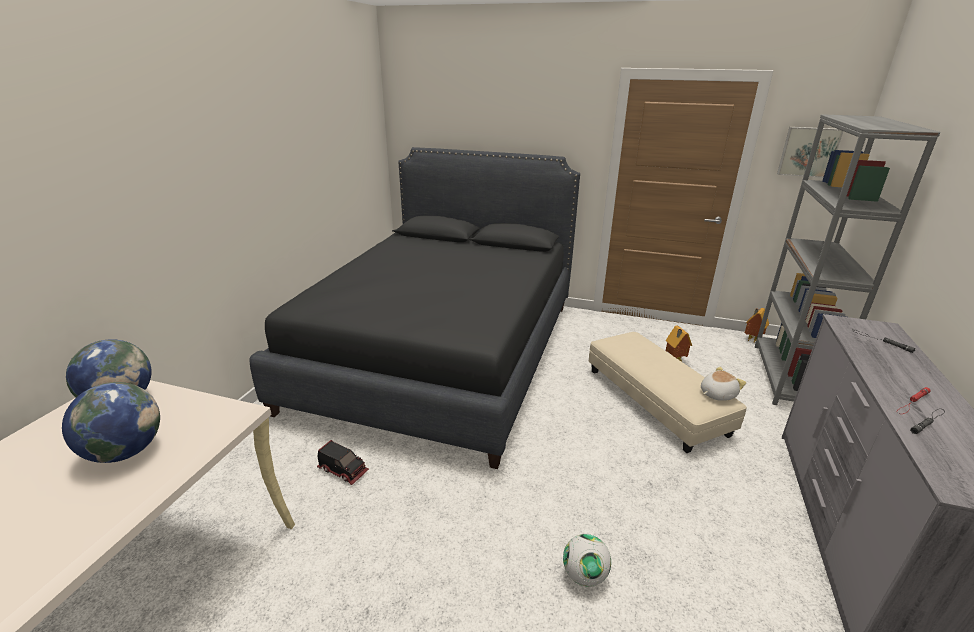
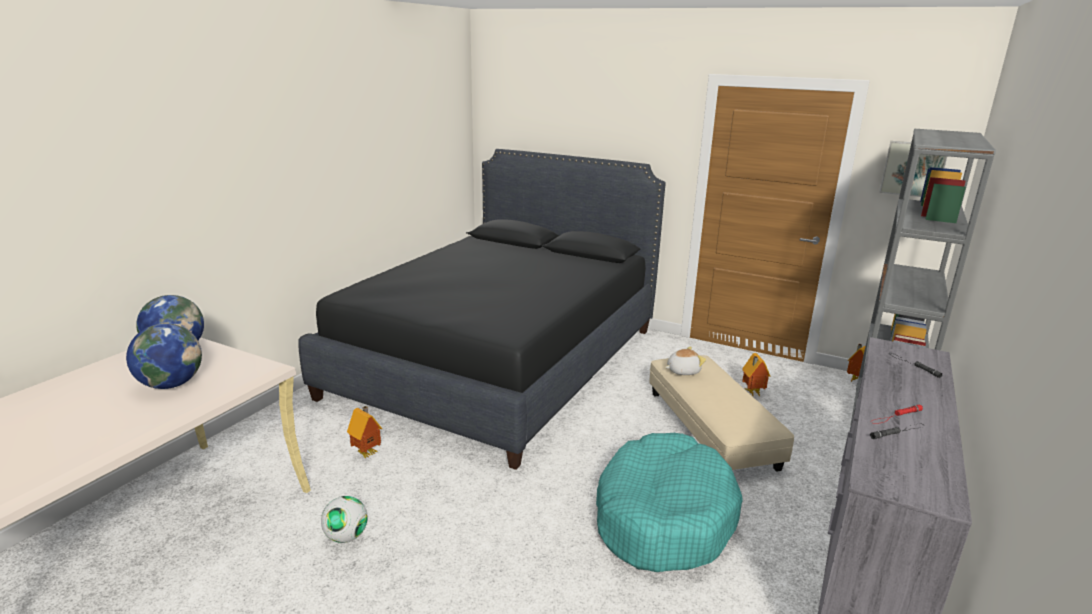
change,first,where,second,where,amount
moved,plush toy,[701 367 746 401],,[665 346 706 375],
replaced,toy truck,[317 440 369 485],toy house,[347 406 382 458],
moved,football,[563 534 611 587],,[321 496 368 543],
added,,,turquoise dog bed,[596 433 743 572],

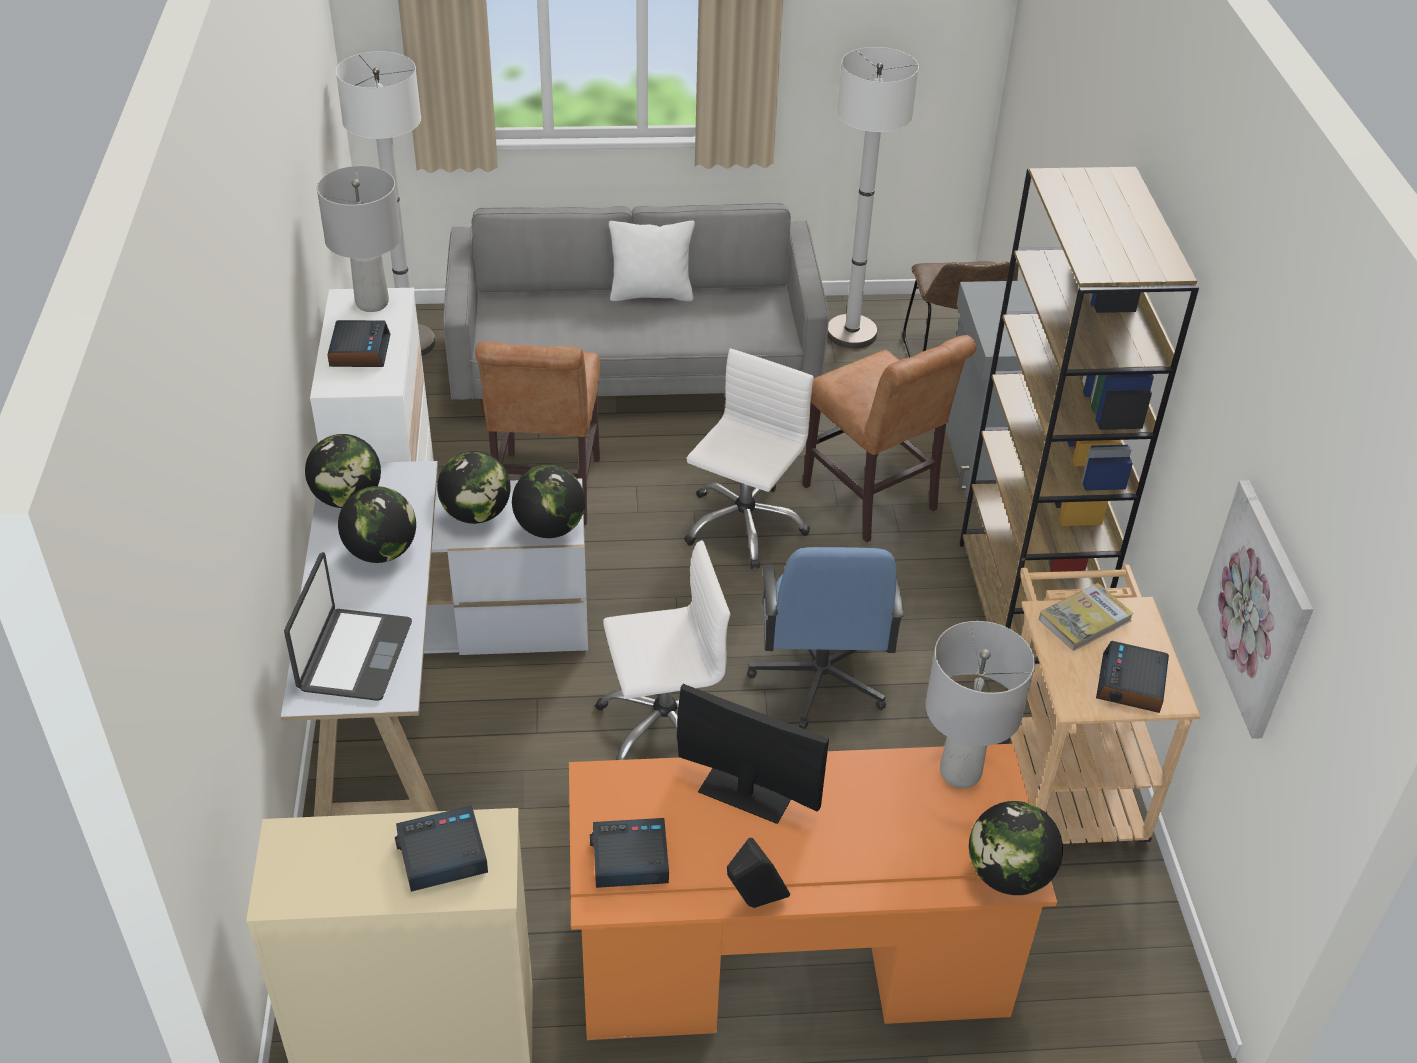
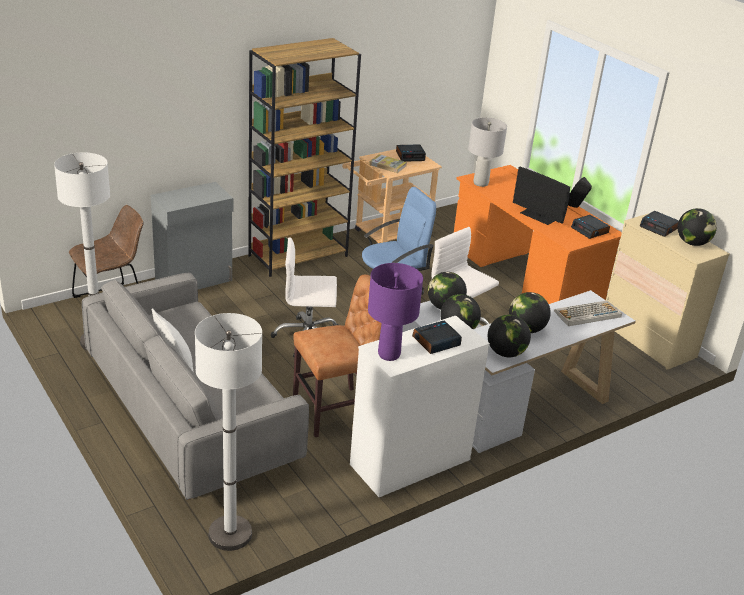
change,first,where,second,where,amount
recoloured,grey table lamp,[317 166 401 312],purple table lamp,[368 263 423 361],
removed,brown chair,[802 335 976 542],,,
removed,picture,[1197 480 1313 739],,,
replaced,laptop,[284 552 412 701],keyboard,[554 300 622 326],
turned,monitor,[677 684 829 824],,[513 167 570 225],45 degrees counterclockwise
moved,globe,[969 801 1063 895],,[677 208 717 246],

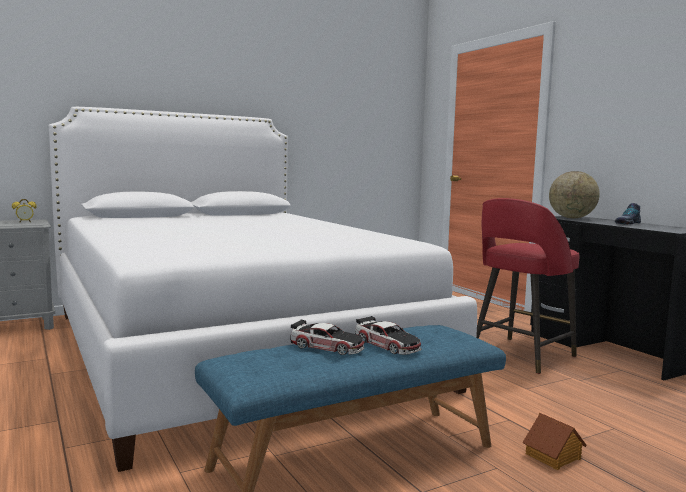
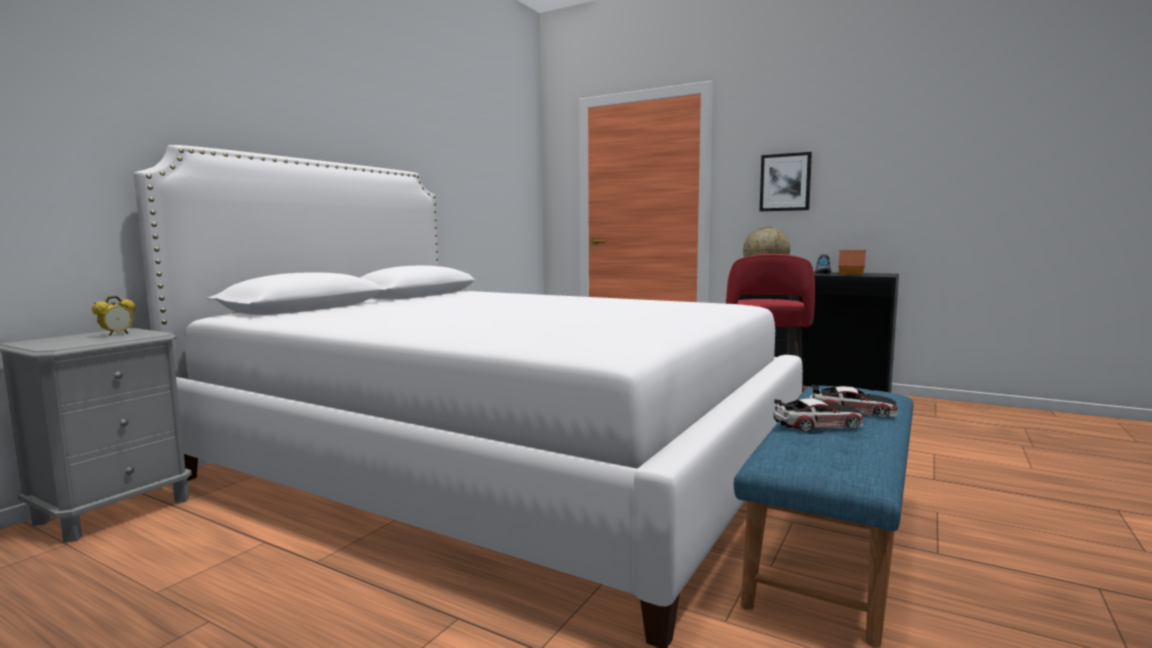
change,first,where,second,where,amount
moved,toy house,[523 413 586 470],,[838 250 866 275],
added,,,picture,[760 152 812 211],

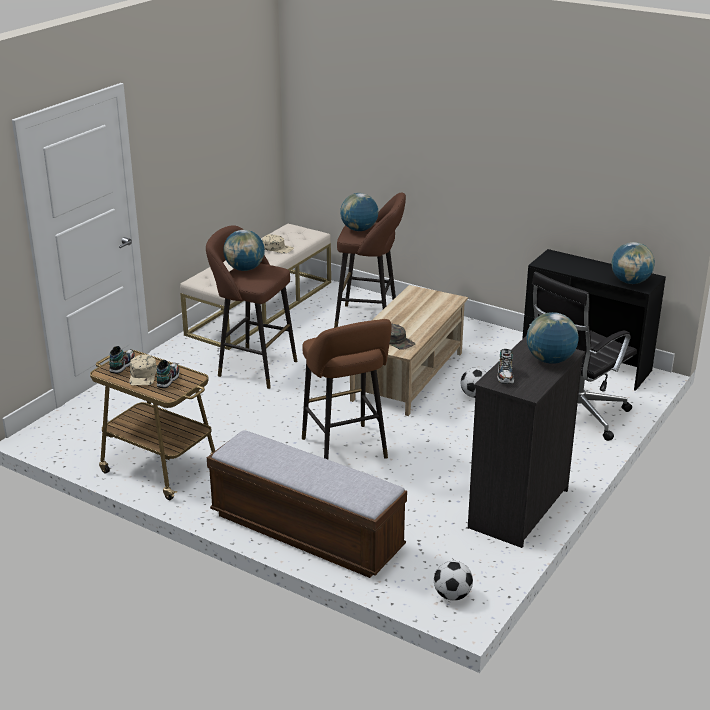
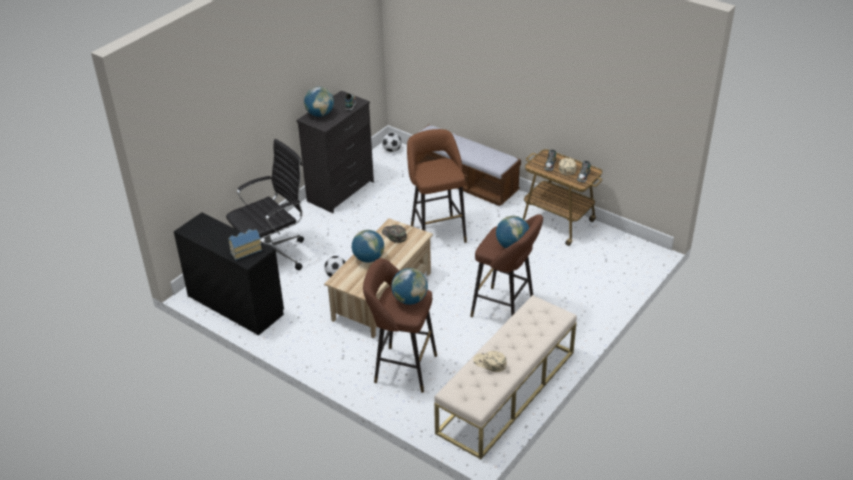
change,first,where,second,where,amount
moved,globe,[612 242 655 284],,[352 230 384 263],
added,,,toy house,[228 229 262 260],

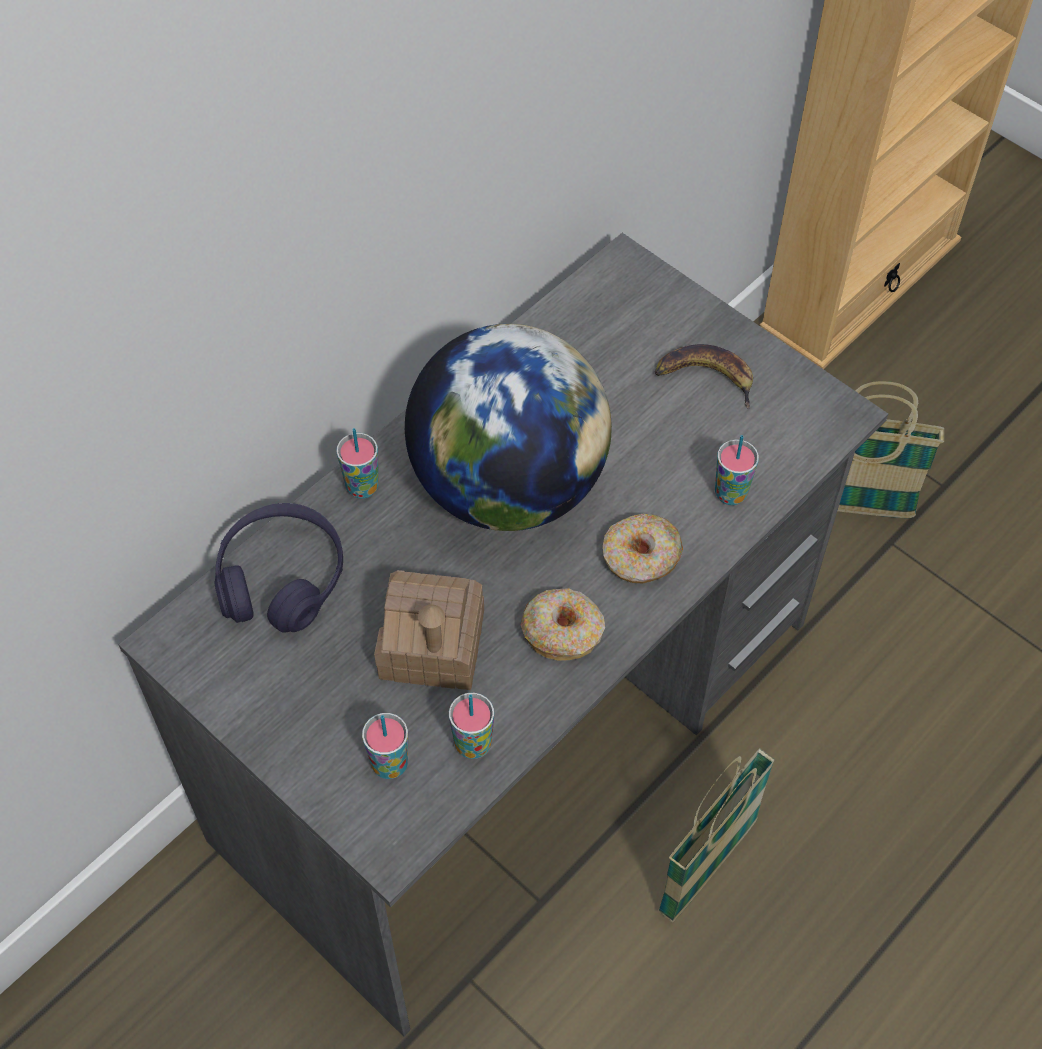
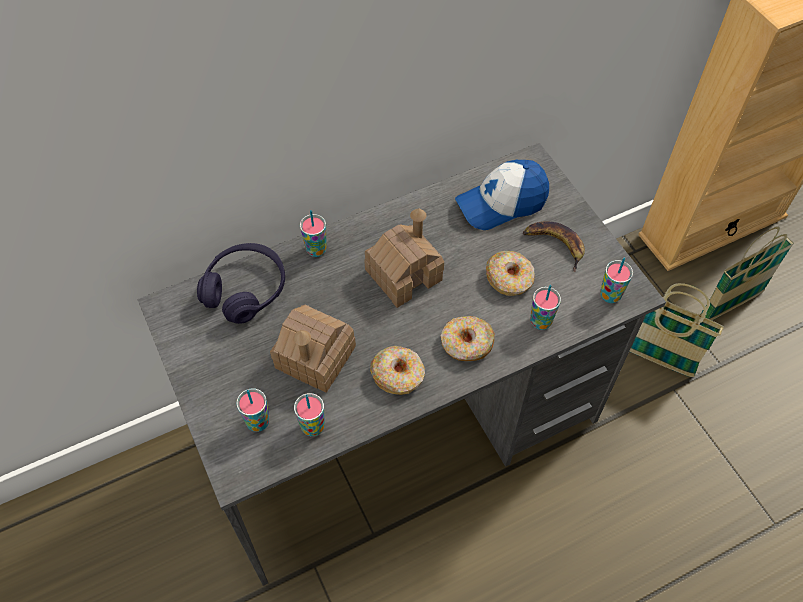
change,first,where,second,where,amount
replaced,globe,[405 324 612 531],toy house,[364 208 444 308],
moved,basket,[658 749 775 922],,[700 227 794 320],
added,,,cap,[455 160 549 230],
added,,,donut,[486 250 535 296],
added,,,cup,[600 257 633 303],

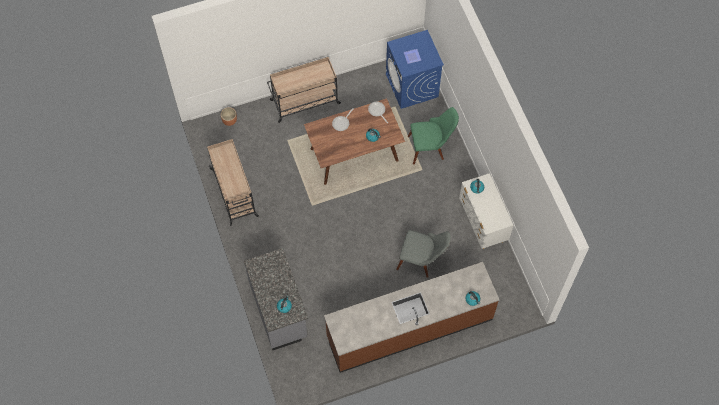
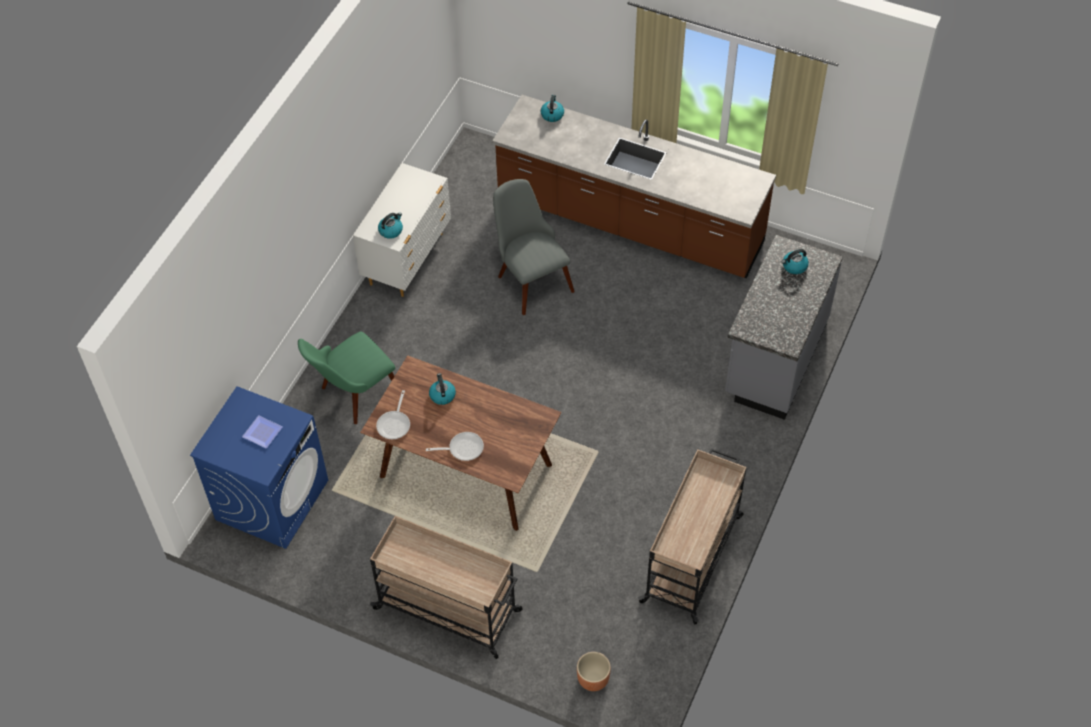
change,first,where,second,where,amount
turned,green chair,[408 107 459 164],,[298 332 395 424],75 degrees counterclockwise

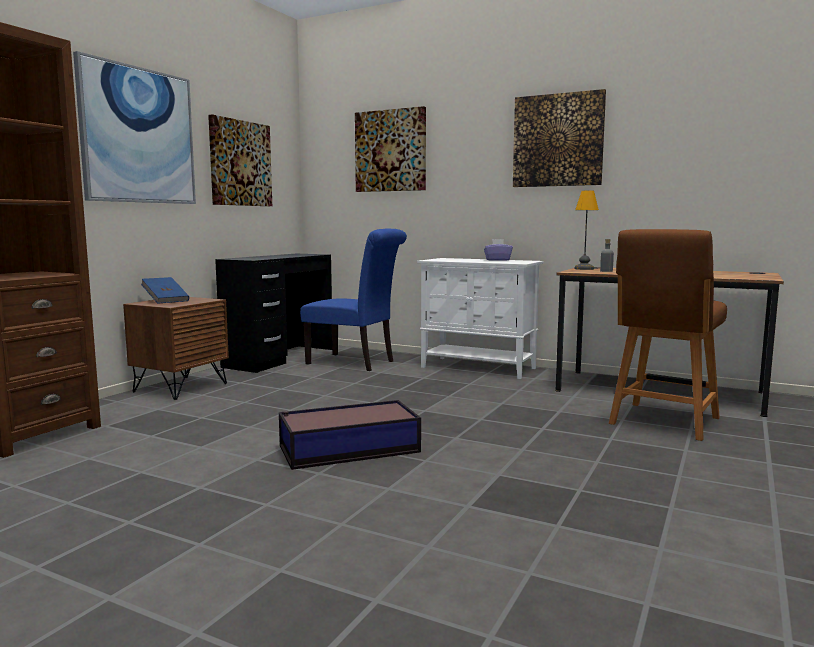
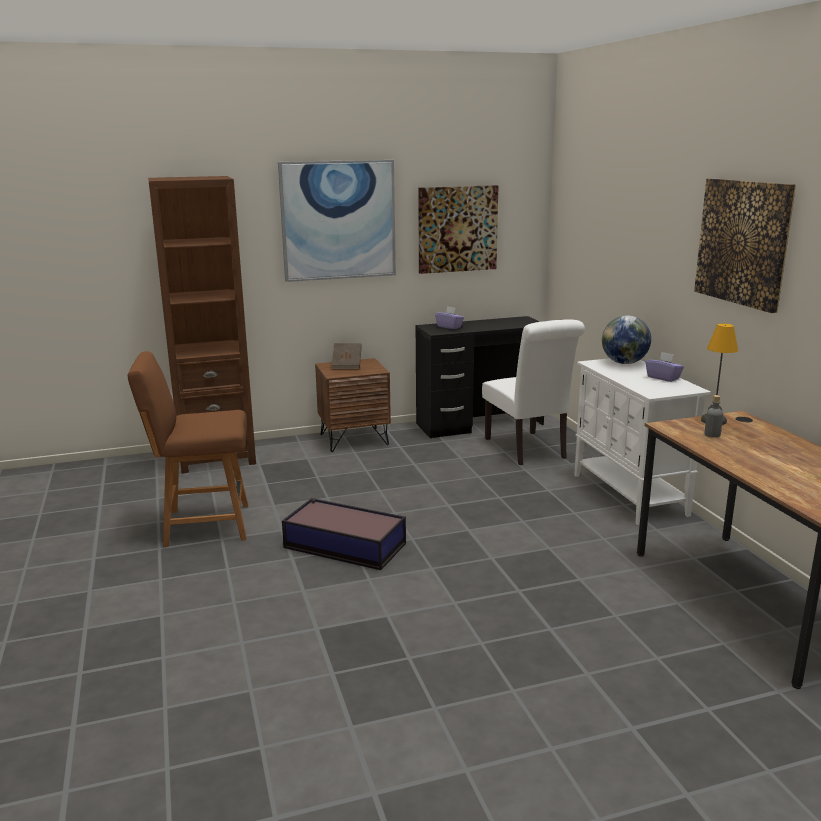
change,first,where,second,where,amount
removed,picture,[355 106 426 192],,,
recoloured,blue chair,[300 228 407 371],white chair,[482 319 585 465],
moved,brown chair,[609 229 727 441],,[128 351 248 547],
recoloured,blue book,[141 277 189 304],brown book,[332 343 362 369],
added,,,purple tissue box,[435 306 464 329],
added,,,globe,[602 316 651 364],

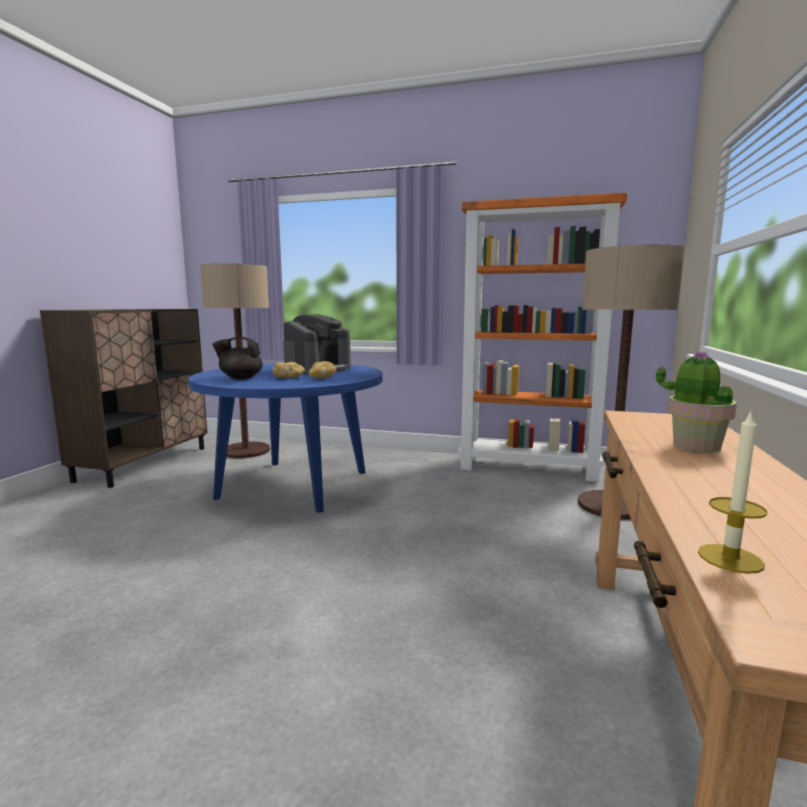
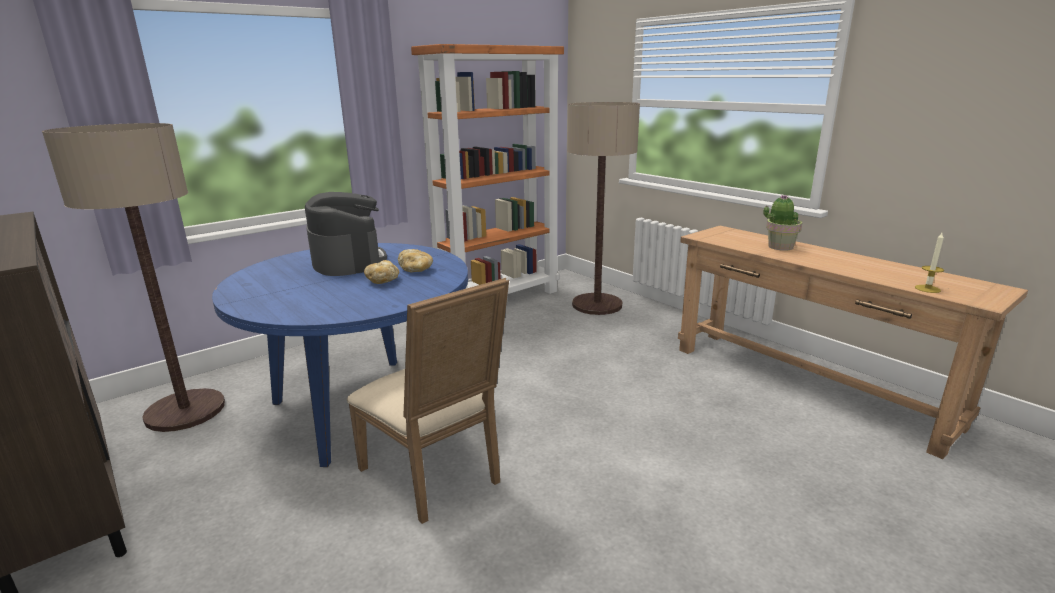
change,first,where,second,where,amount
removed,black teapot,[212 337 263 379],,,
added,,,beige chair,[347 278 509 524],

